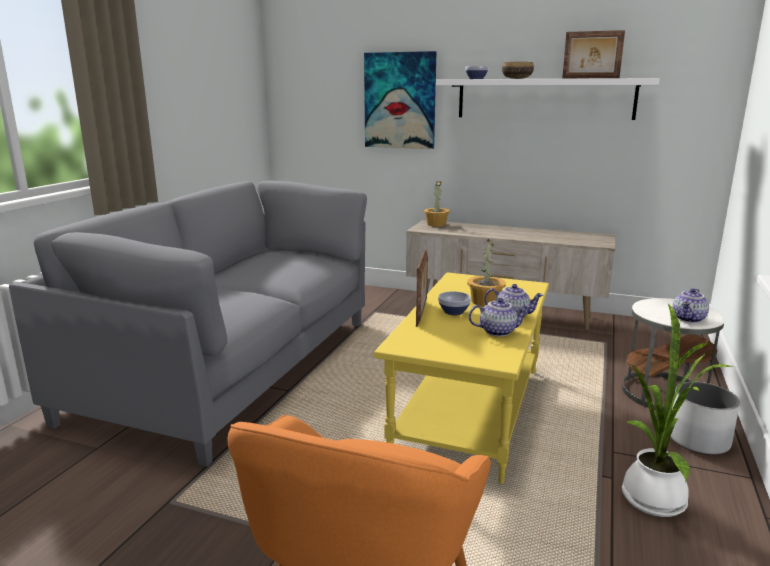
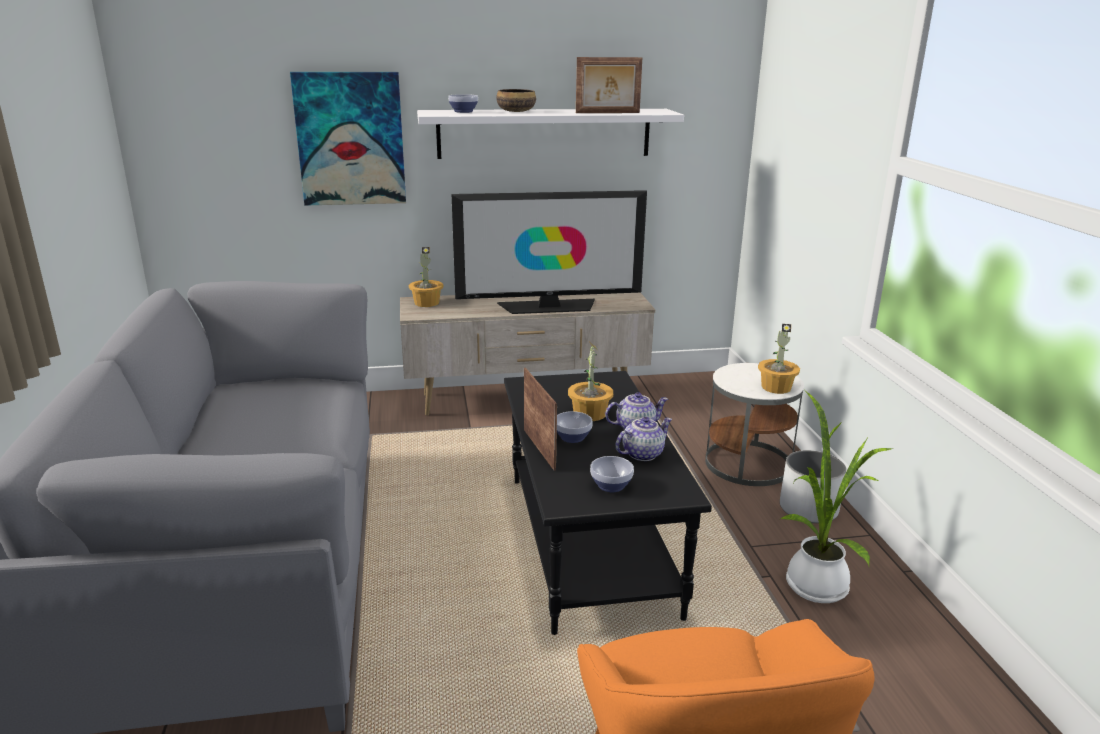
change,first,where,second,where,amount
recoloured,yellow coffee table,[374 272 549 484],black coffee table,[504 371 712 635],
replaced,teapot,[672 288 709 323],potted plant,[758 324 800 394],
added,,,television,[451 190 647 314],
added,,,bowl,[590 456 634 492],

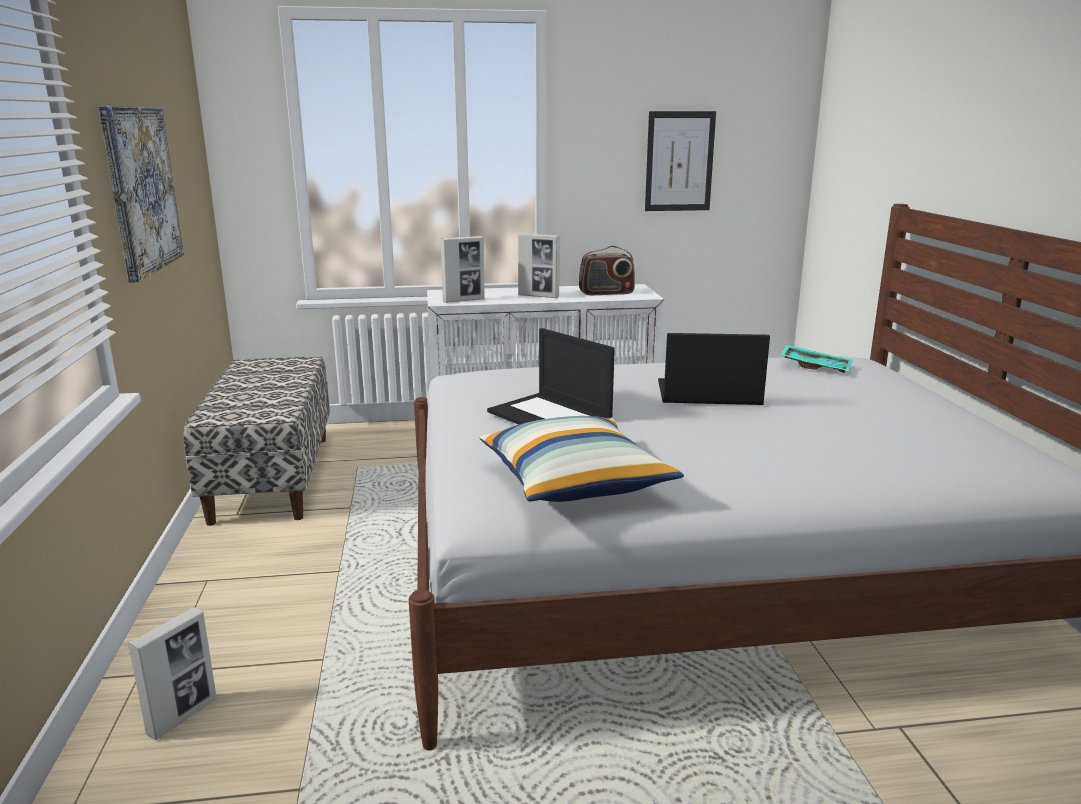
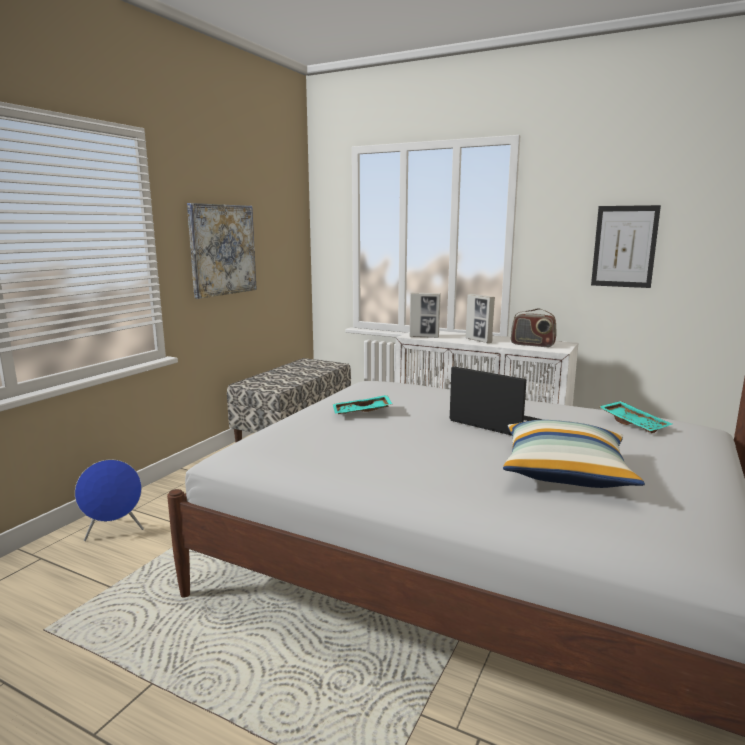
change,first,where,second,where,amount
replaced,laptop,[487 328 615 425],turquoise tray,[333 395 392 414],
moved,pillow,[479 416 684 502],,[503 420 645 488],
replaced,picture frame,[128 607 217 740],blue speaker,[75 459 144 541],

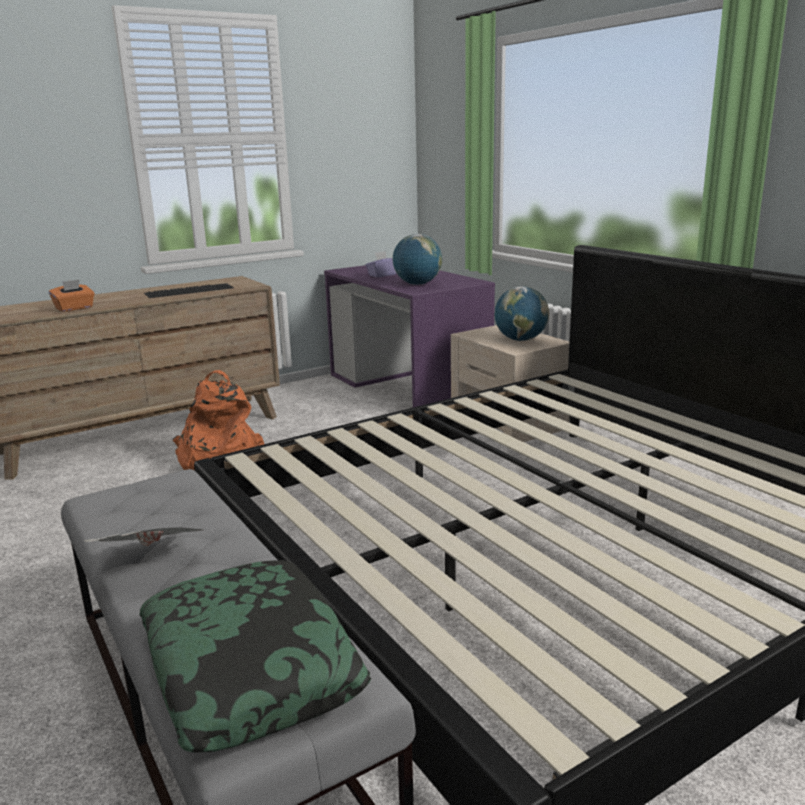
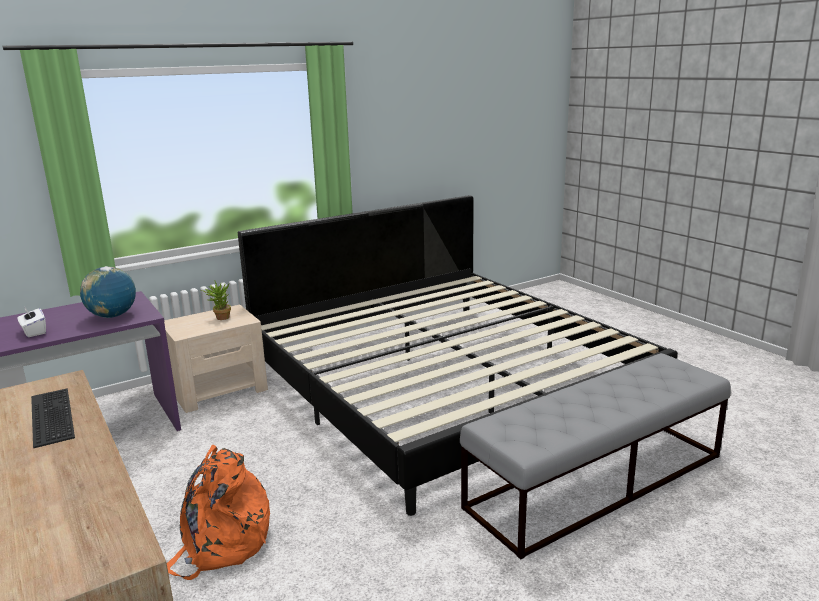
change,first,where,second,where,amount
recoloured,purple tissue box,[366 251 396 277],white tissue box,[17 306 46 337],
removed,orange tissue box,[49 280 95 312],,,
replaced,globe,[494 286 549 341],potted plant,[201 282 231 320],
removed,newspaper,[84 528 203 546],,,
removed,pillow,[139 560 371 753],,,

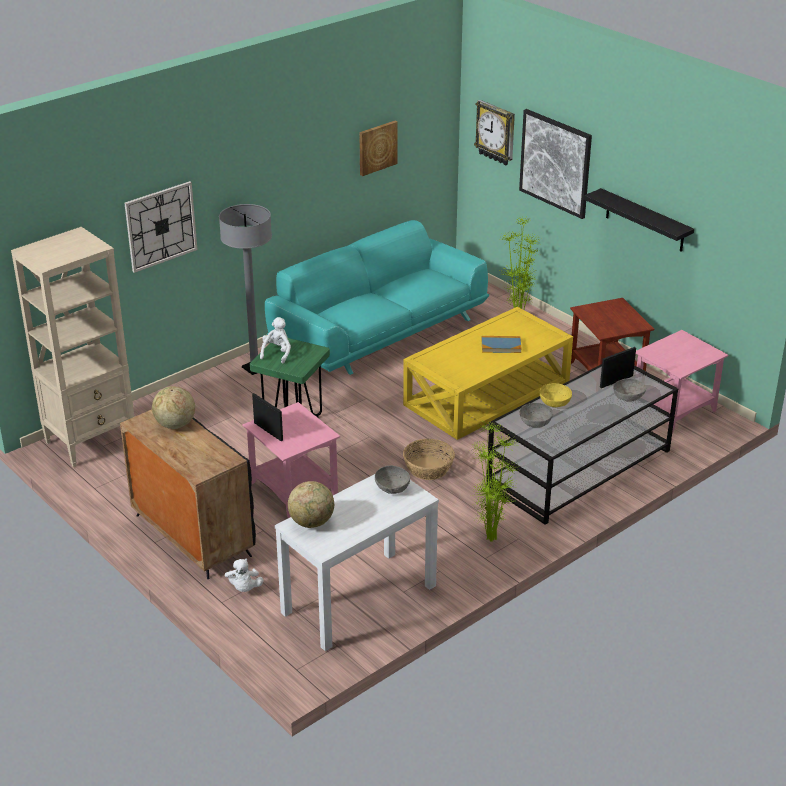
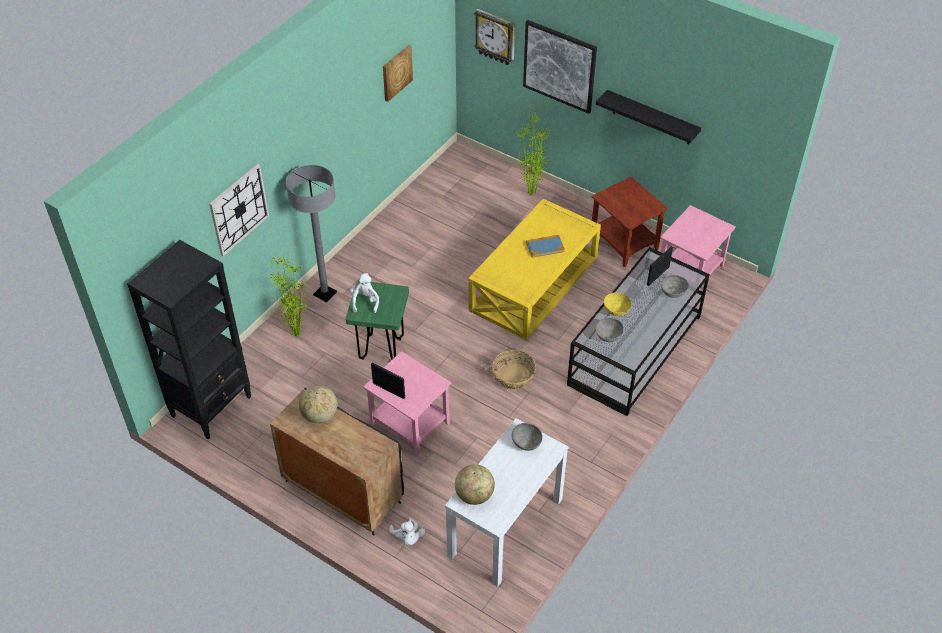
change,first,where,second,where,amount
removed,turquoise sofa,[265 220 489 375],,,
recoloured,beige bookcase,[11 227 134 467],black bookcase,[127 240 251 439],
moved,potted plant,[471 422 519 542],,[269 257 308 337],

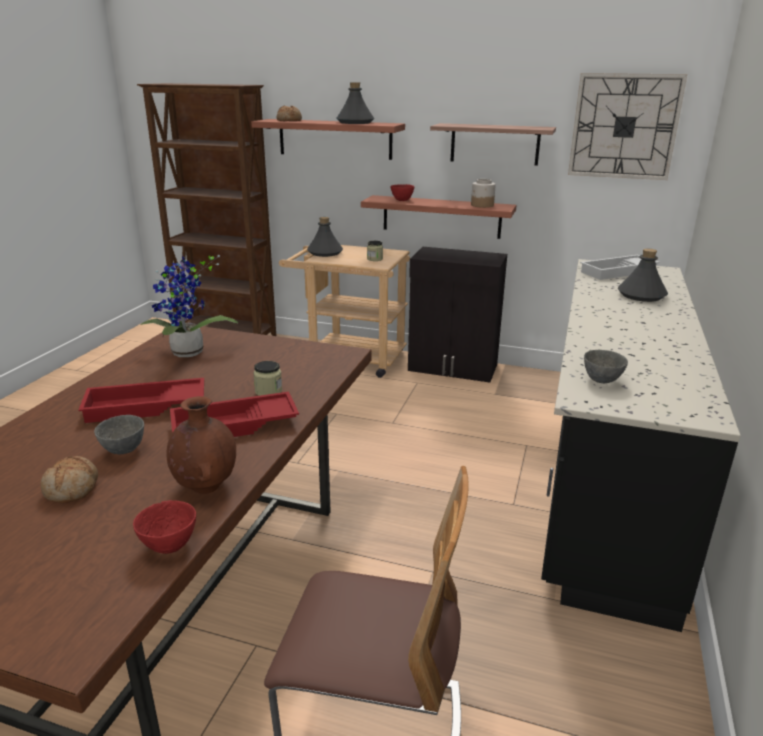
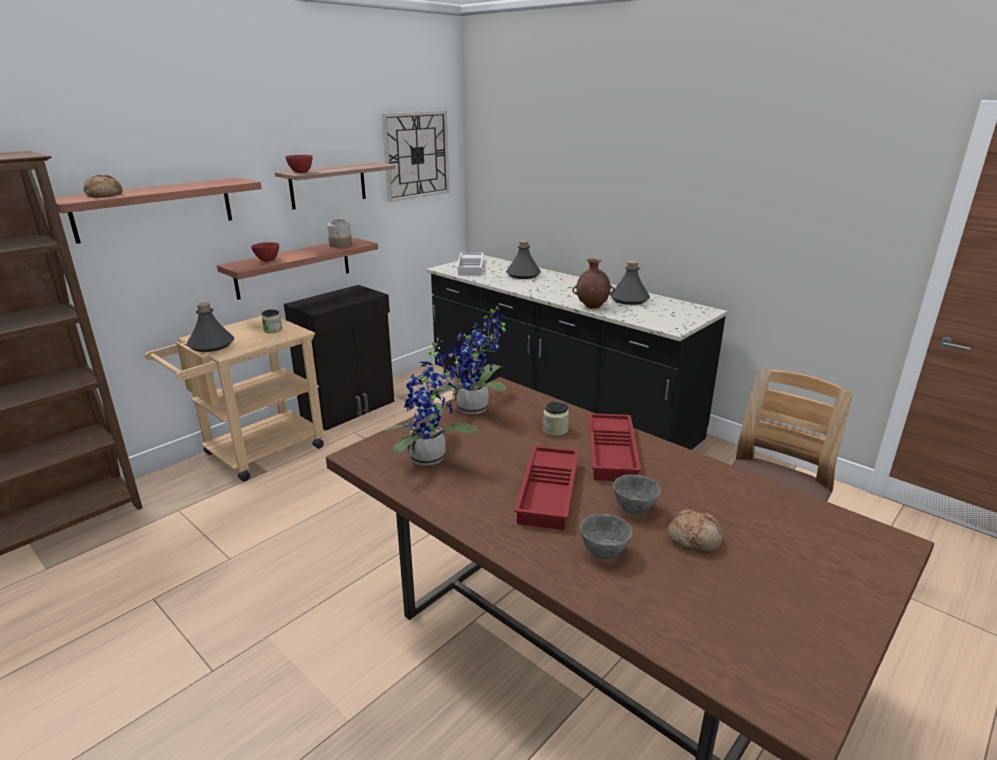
change,first,where,second,where,amount
moved,grey bottle,[336 82 374 124],,[610 261 650 305],
moved,grey bowl,[584 350 628 383],,[580 514 632 559],
moved,brown vase,[166 396 236 494],,[572 259 615 309],
moved,red bowl,[133 500 196 554],,[285 155 313 173],
added,,,potted plant,[435 306 506 414],

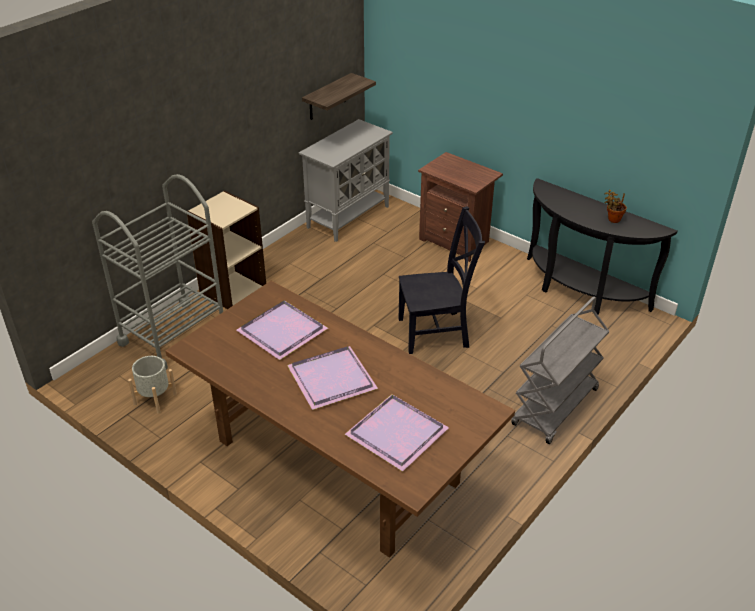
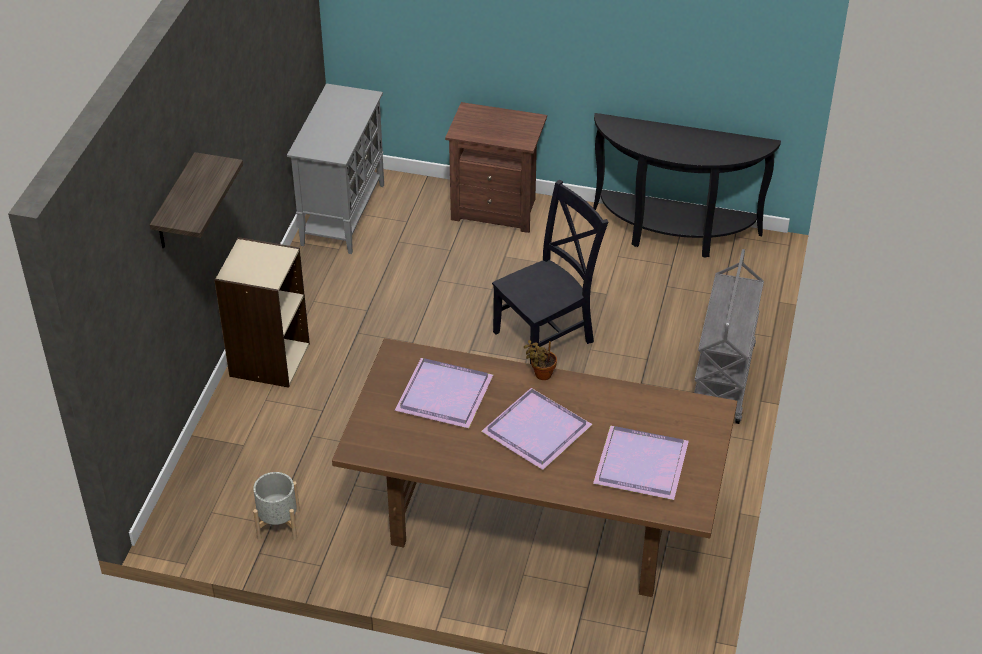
change,first,where,second,where,amount
moved,shelf,[302 73 376 120],,[150 152 243 248],
removed,grey cart,[92 174 223 370],,,
moved,potted plant,[604 190 627 223],,[524 340 557 380],

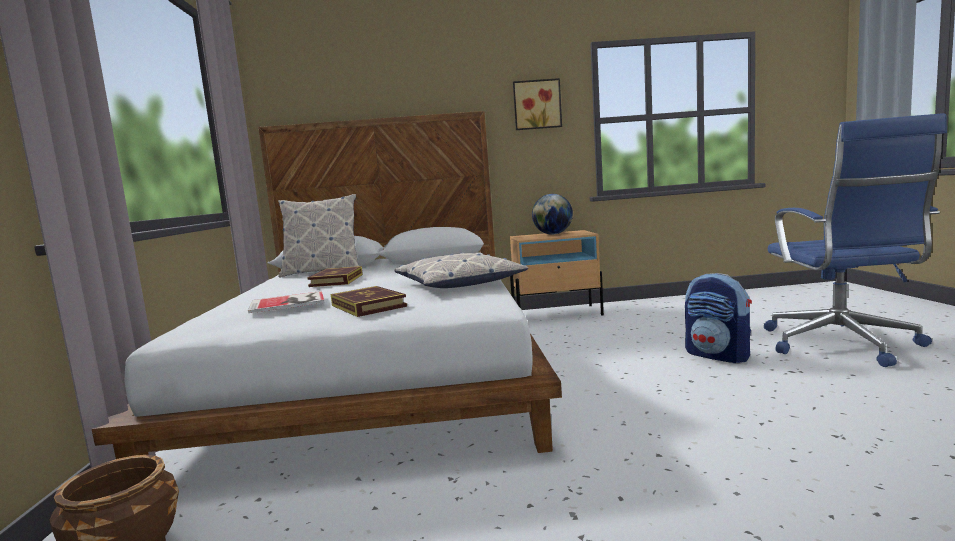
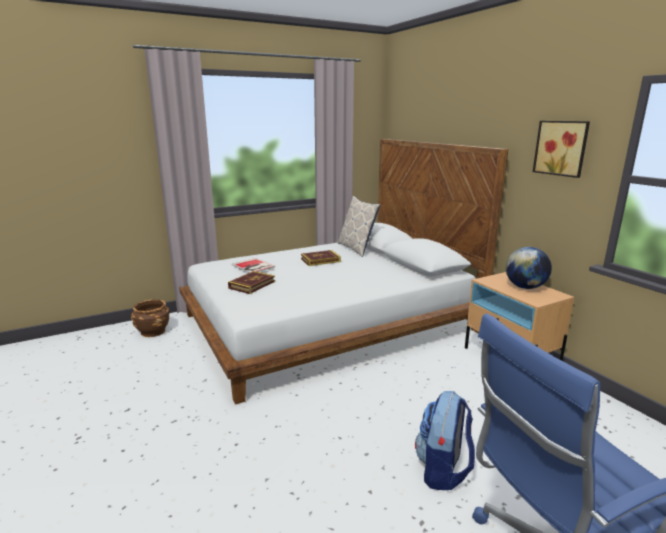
change,first,where,second,where,amount
removed,pillow,[394 253 528 288],,,

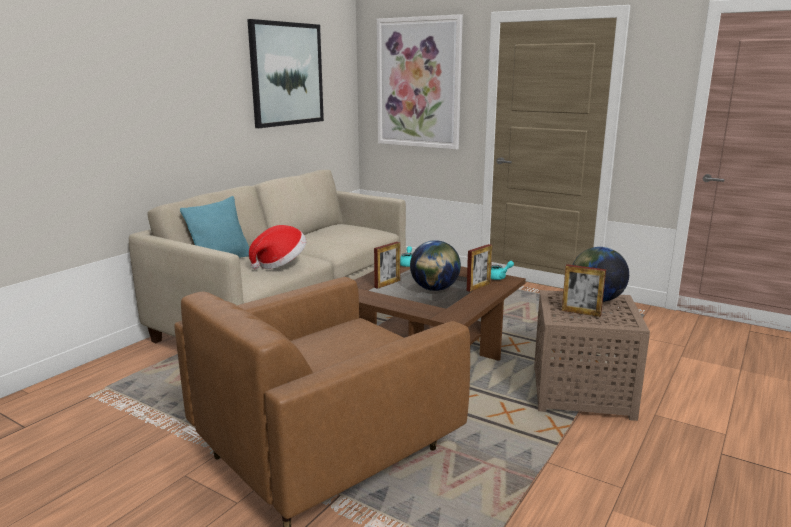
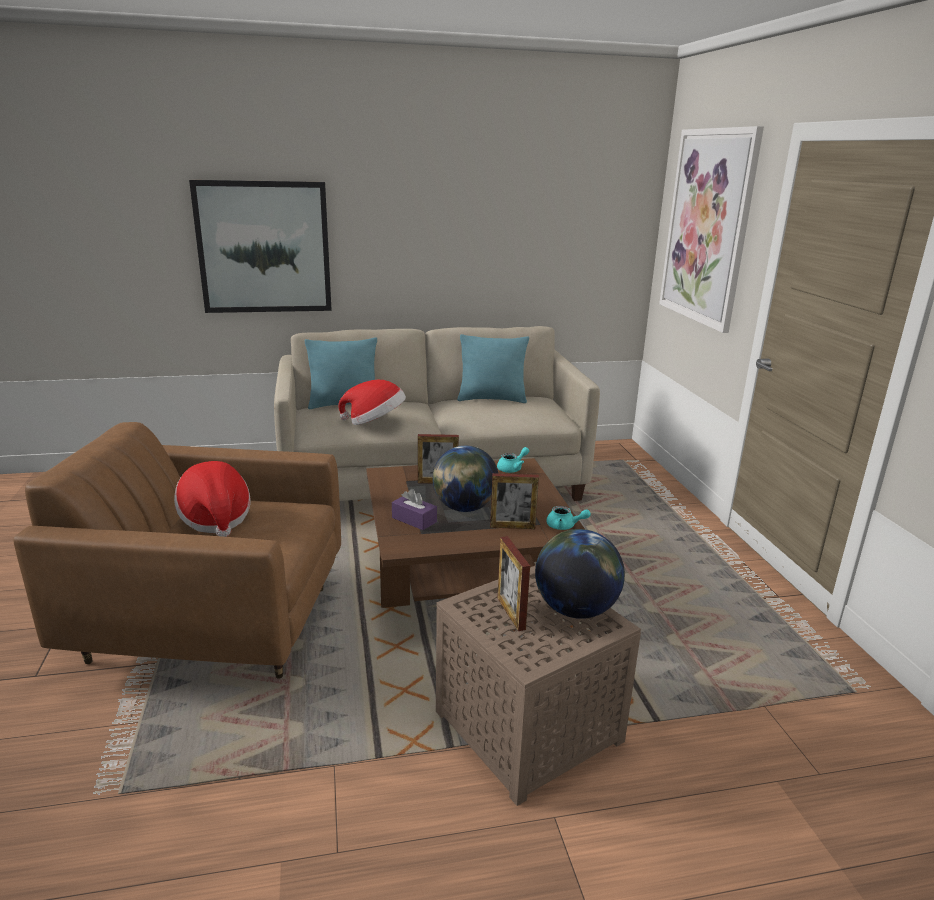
change,first,where,second,where,amount
moved,picture,[247 19 324 128],,[189 180 332 313],
added,,,turquoise pillow,[457 334 529 403],
added,,,hat,[174 461 250 537],
added,,,purple tissue box,[392 489 437 530],

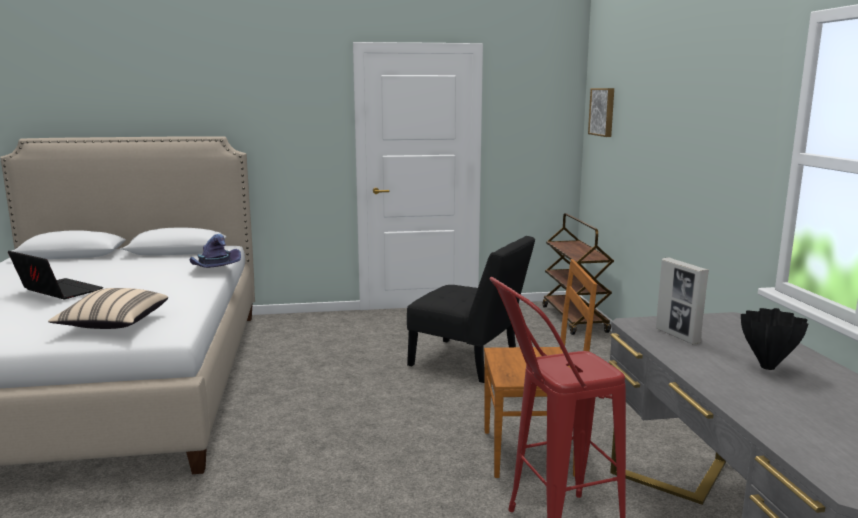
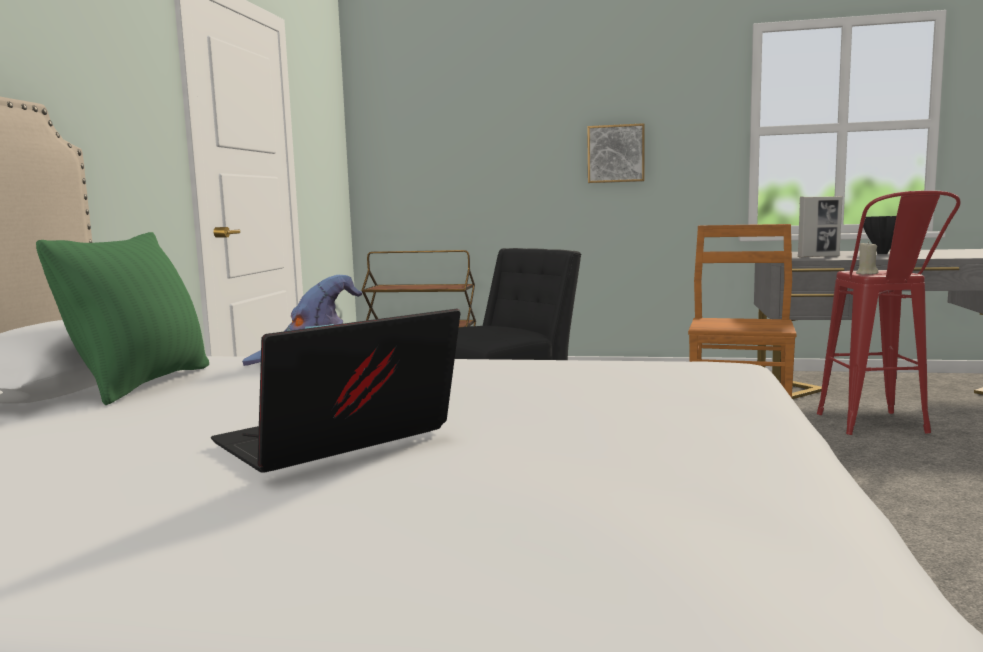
change,first,where,second,where,amount
moved,picture,[588 88 614 137],,[587 123 645 183],
removed,beige pillow,[48 288 168 329],,,
added,,,green pillow,[36 232 209 405],
added,,,beige candle,[856 241 878 275],

